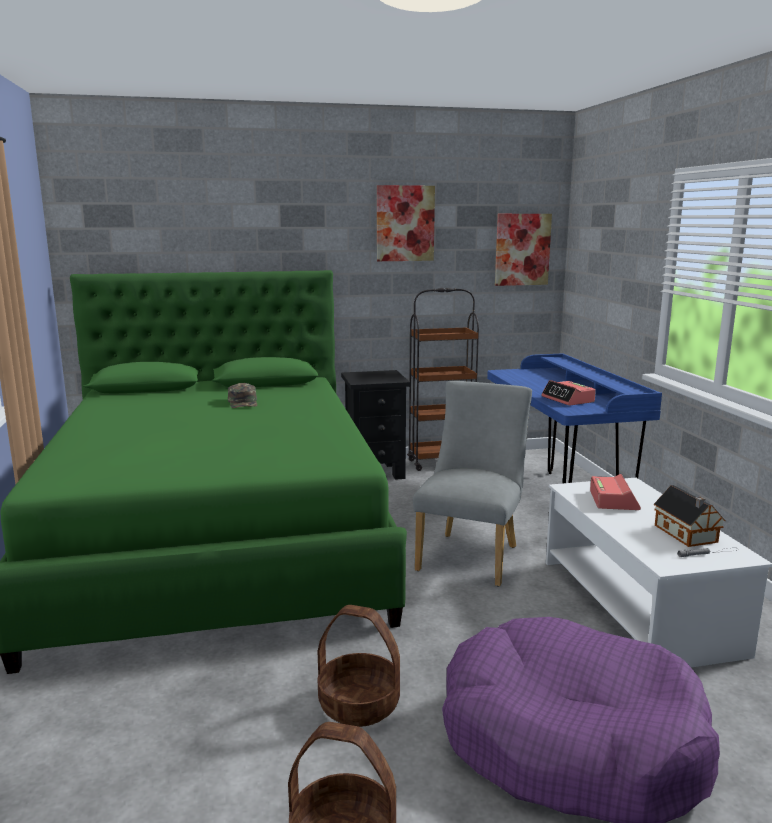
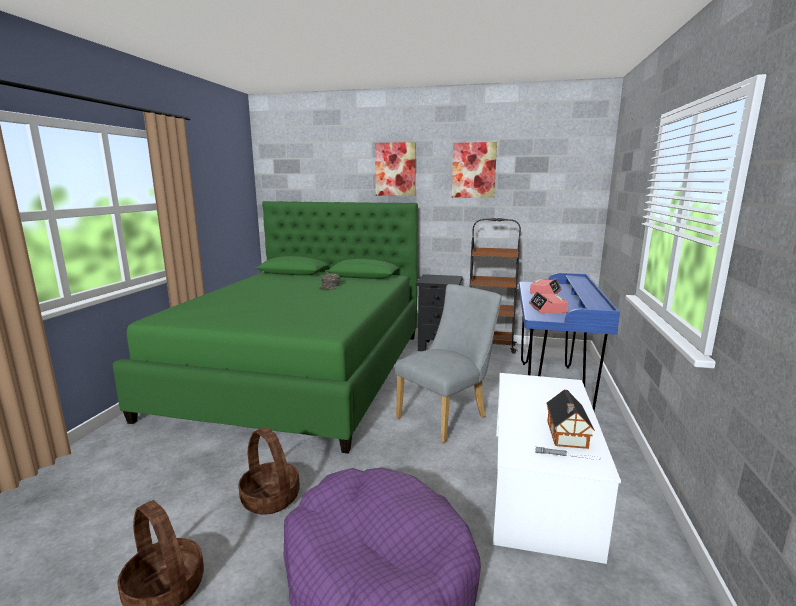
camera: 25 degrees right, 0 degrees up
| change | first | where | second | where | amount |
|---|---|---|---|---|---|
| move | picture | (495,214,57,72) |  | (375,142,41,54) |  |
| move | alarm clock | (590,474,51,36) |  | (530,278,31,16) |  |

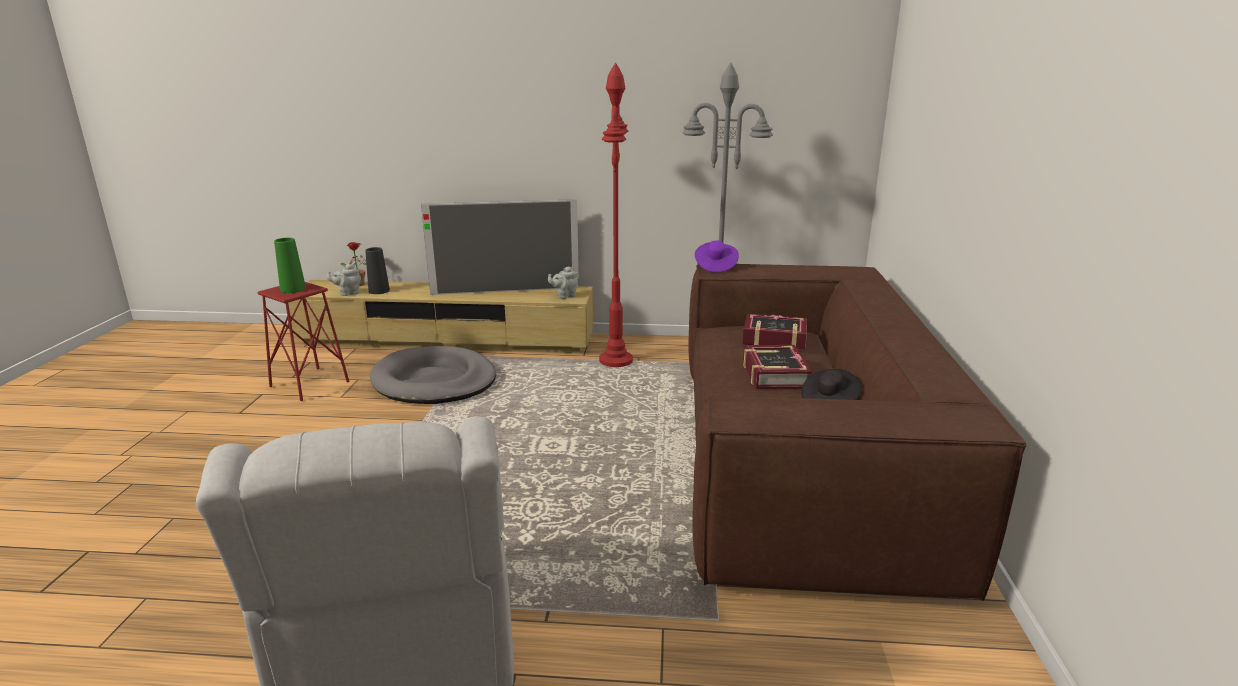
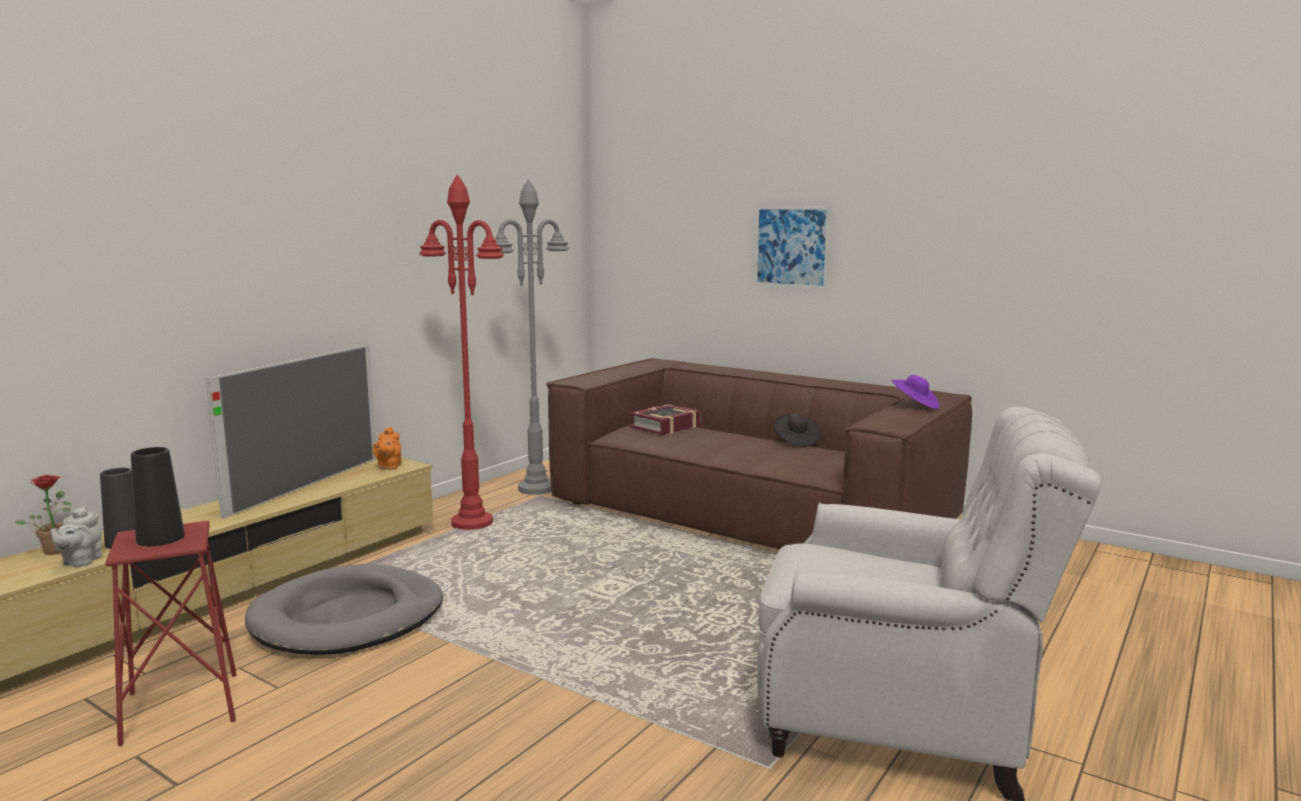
camera: 60 degrees left, 10 degrees down
| change | first | where | second | where | amount |
|---|---|---|---|---|---|
| recolor | vase in green | (274,238,32,55) | vase in black | (131,447,54,99) |  |
| move | hat in purple | (695,240,44,32) |  | (891,375,48,34) |  |
| recolor | teapot in grey | (548,266,30,33) | teapot in orange | (372,427,29,43) |  |
| delete | book | (743,345,69,44) |  |  |  |
| insert |  |  | picture | (755,207,75,82) |  |

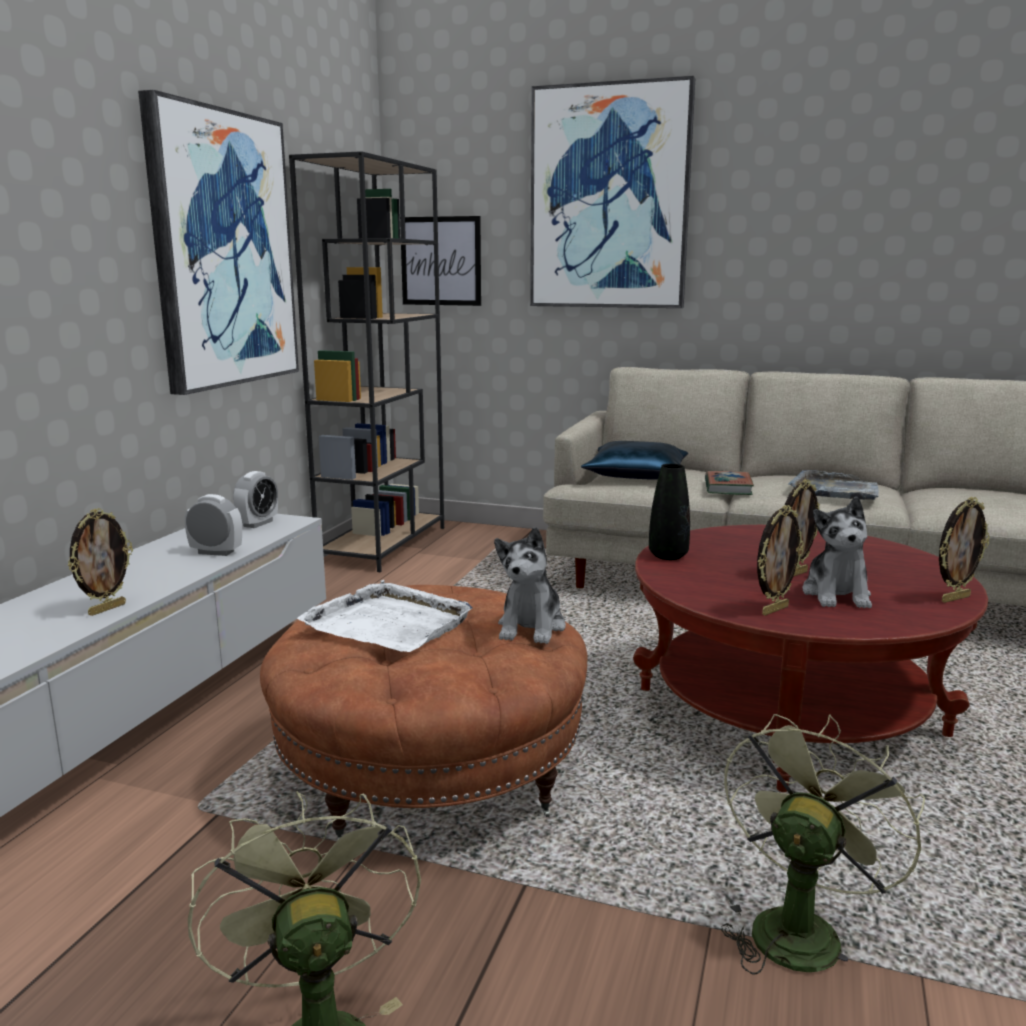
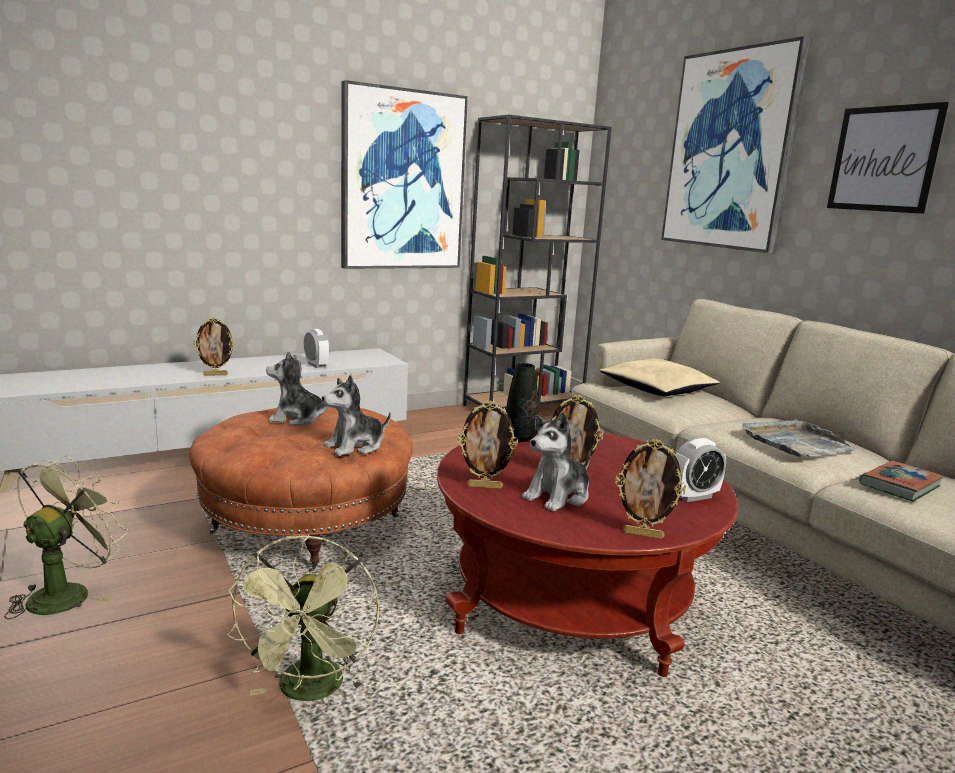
camera: 40 degrees right, 0 degrees up
| change | first | where | second | where | amount |
|---|---|---|---|---|---|
| move | picture | (400,216,81,90) |  | (827,102,122,112) |  |
| recolor | pillow in blue | (581,441,107,39) | pillow in beige | (600,358,120,38) |  |
| move | alarm clock | (233,471,45,57) |  | (675,438,51,64) |  |
| move | book | (705,471,49,24) |  | (859,461,85,40) |  |
| replace | tray in white | (297,580,176,72) | plush toy | (266,351,63,75) |  |
| rotate | fan in green | (721,714,204,261) |  | (226,535,153,166) | 105 degrees clockwise |

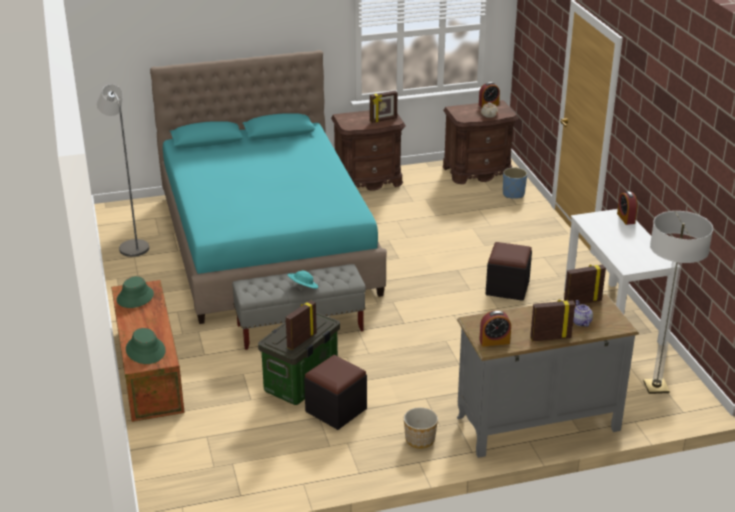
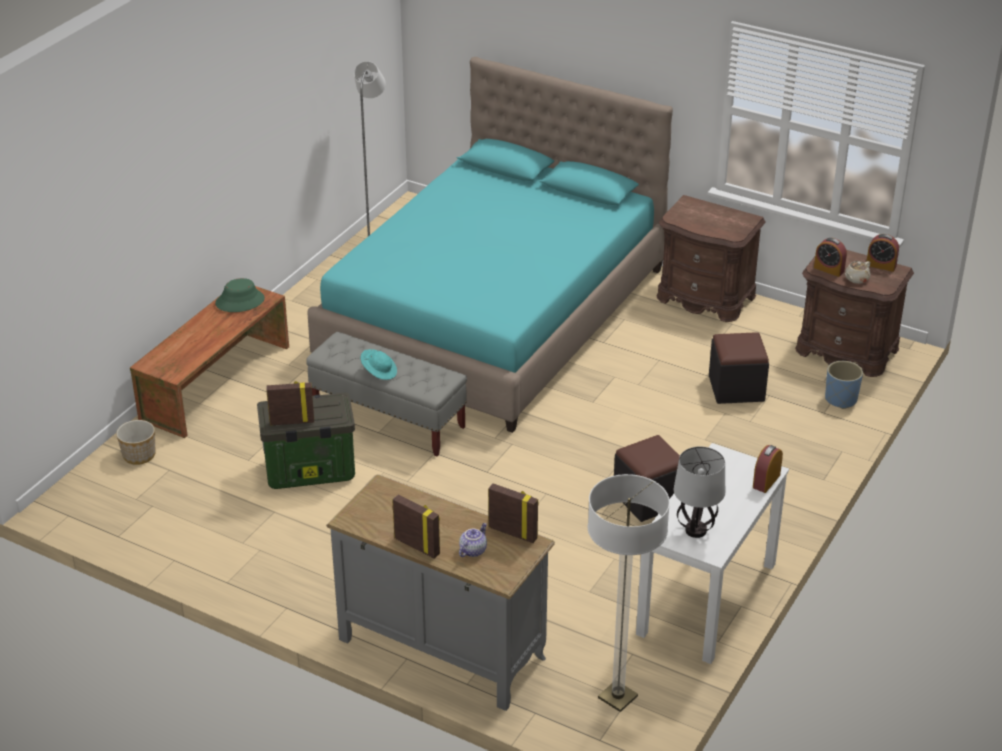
camera: 45 degrees right, 5 degrees up
| change | first | where | second | where | amount |
|---|---|---|---|---|---|
| delete | picture frame | (370,91,27,32) |  |  |  |
| move | alarm clock | (479,310,32,37) |  | (814,238,33,39) |  |
| delete | hat in green | (126,328,40,36) |  |  |  |
| move | ottoman in black | (304,355,63,75) |  | (709,332,60,72) |  |
| move | planter | (404,407,34,42) |  | (116,420,40,45) |  |
| insert |  |  | table lamp | (674,446,51,92) |  |

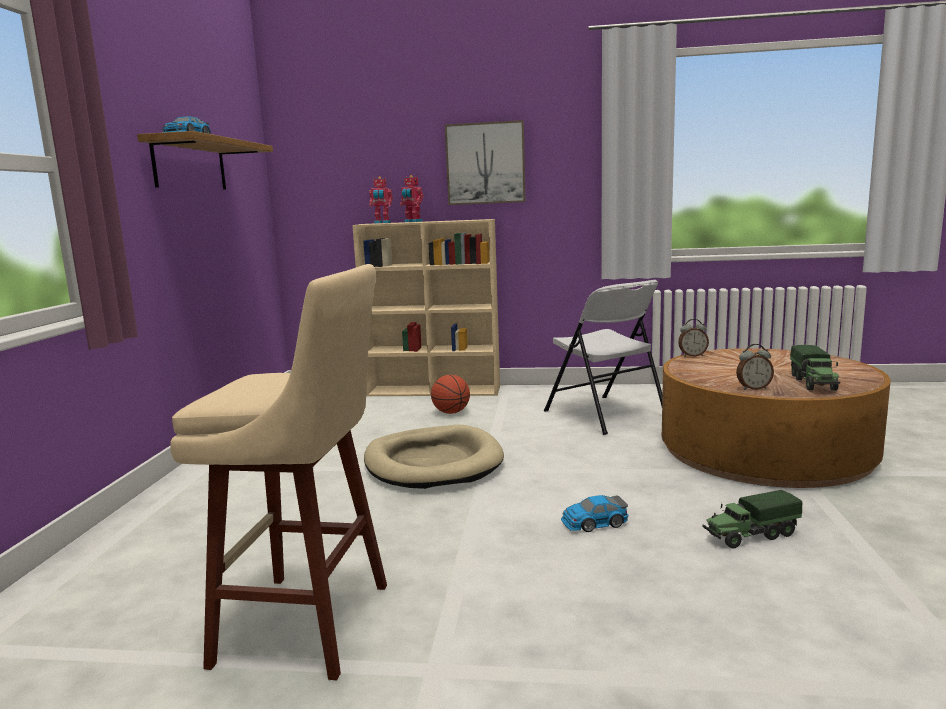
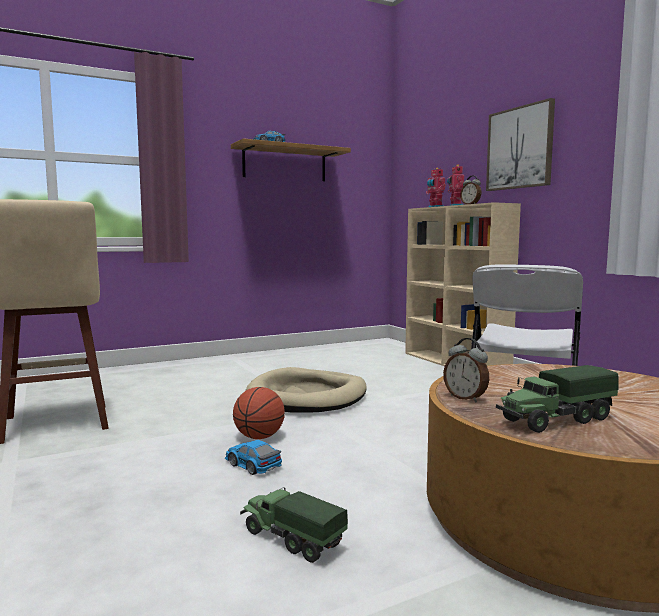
camera: 55 degrees right, 5 degrees down
| change | first | where | second | where | amount |
|---|---|---|---|---|---|
| move | alarm clock | (678,319,31,38) |  | (460,175,21,30) |  |
| move | basketball | (431,375,39,39) |  | (233,387,52,52) |  |

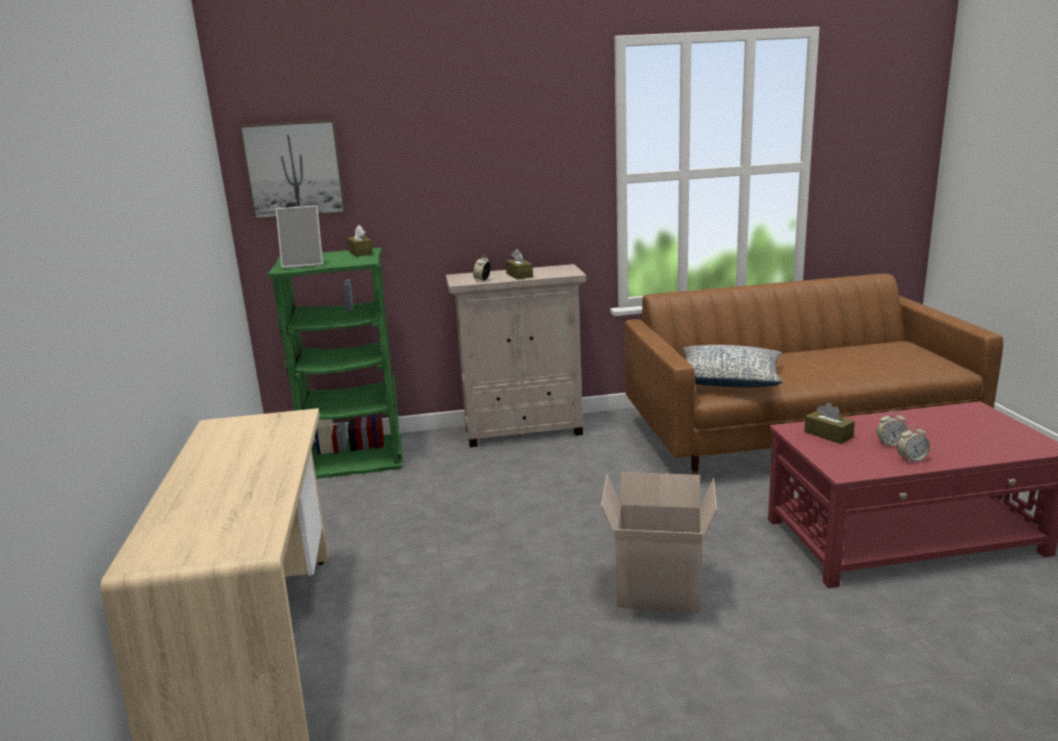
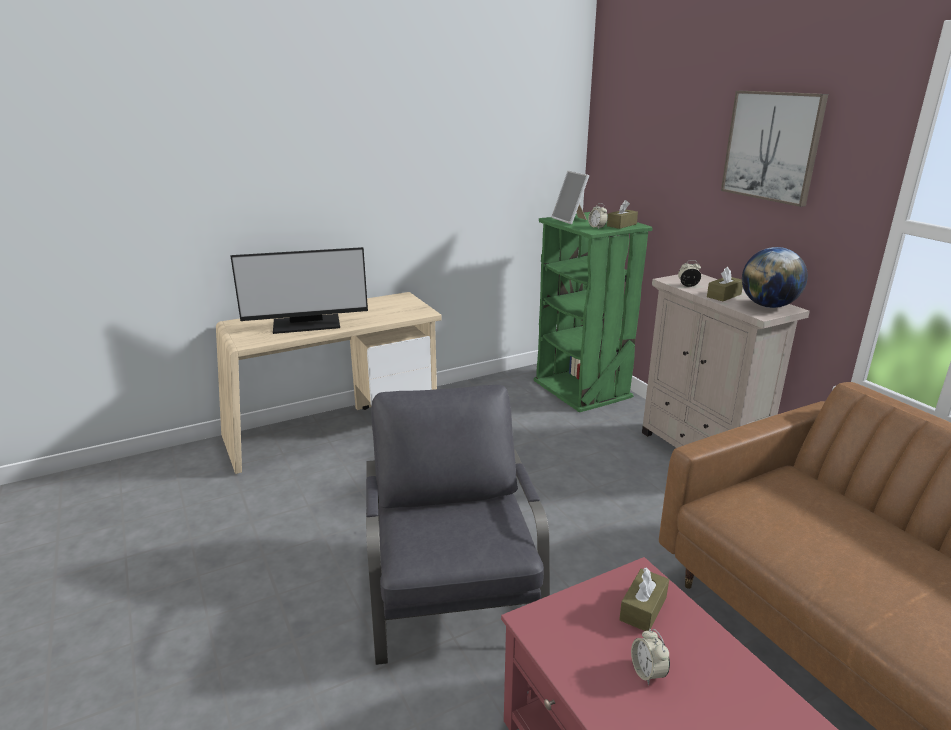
camera: 70 degrees right, 5 degrees up
| change | first | where | second | where | amount |
|---|---|---|---|---|---|
| move | picture | (238,120,108,100) |  | (721,91,107,116) |  |
| delete | pillow | (683,345,100,42) |  |  |  |
| move | alarm clock | (897,424,33,39) |  | (588,203,20,26) |  |
| replace | cardboard box | (601,472,116,141) | armchair in grey | (366,384,184,281) |  |
| insert |  |  | monitor | (231,247,137,87) |  |
| insert |  |  | globe | (742,247,66,61) |  |

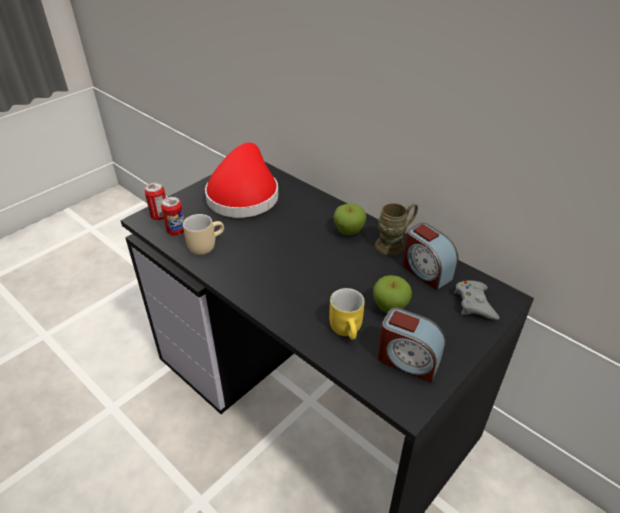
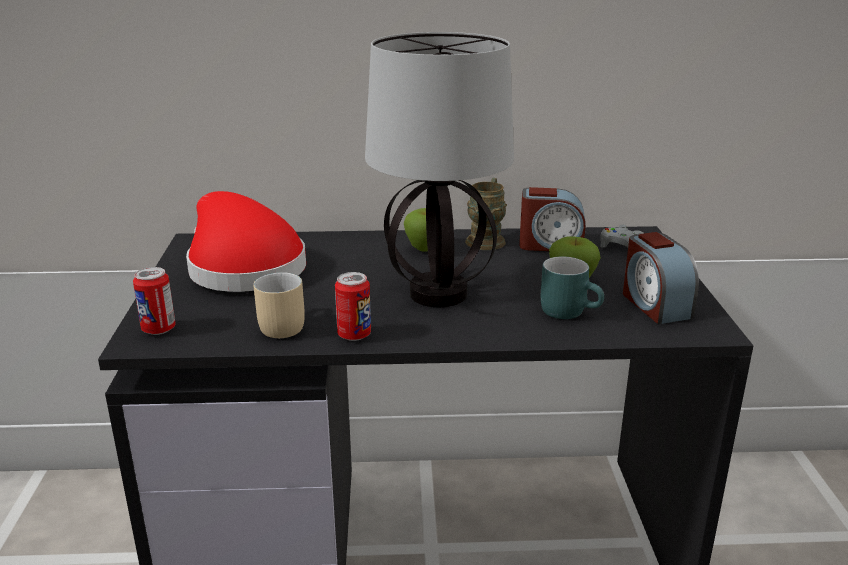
camera: 45 degrees left, 15 degrees down
| change | first | where | second | where | amount |
|---|---|---|---|---|---|
| move | can | (161,197,23,38) |  | (335,272,36,69) |  |
| recolor | mug in yellow | (329,288,36,52) | mug in turquoise | (541,256,63,63) |  |
| rotate | alarm clock | (378,307,67,75) |  | (623,232,76,92) | 90 degrees clockwise |
| insert |  |  | table lamp | (365,32,149,275) |  |

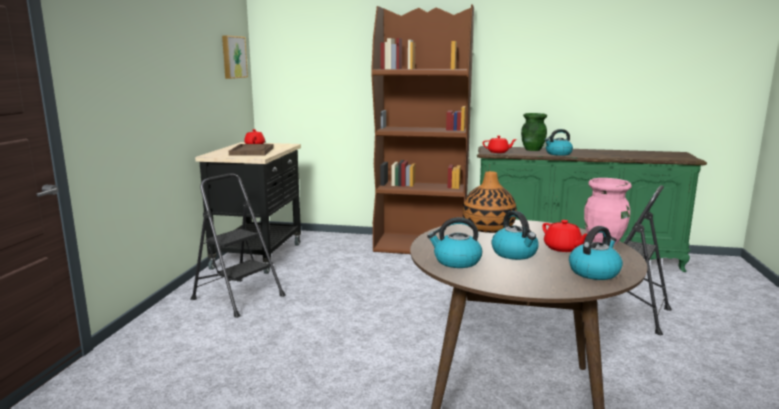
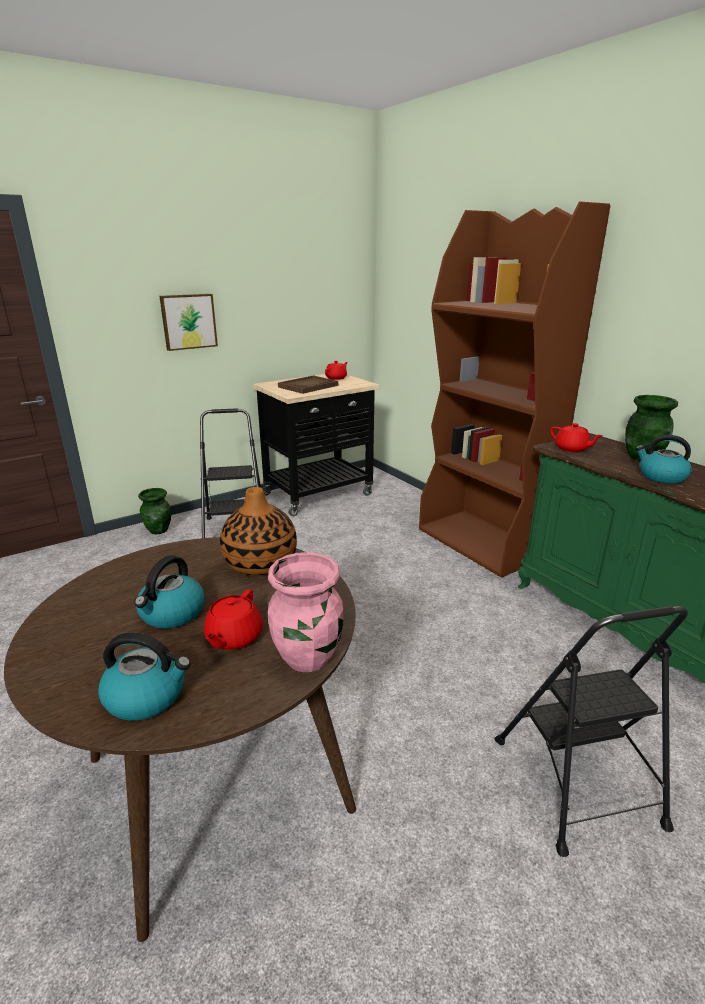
camera: 45 degrees right, 10 degrees up
| change | first | where | second | where | amount |
|---|---|---|---|---|---|
| move | picture | (222,35,26,44) |  | (159,294,59,57) |  |
| delete | kettle | (427,217,55,51) |  |  |  |
| insert |  |  | vase in green | (138,488,33,46) |  |

